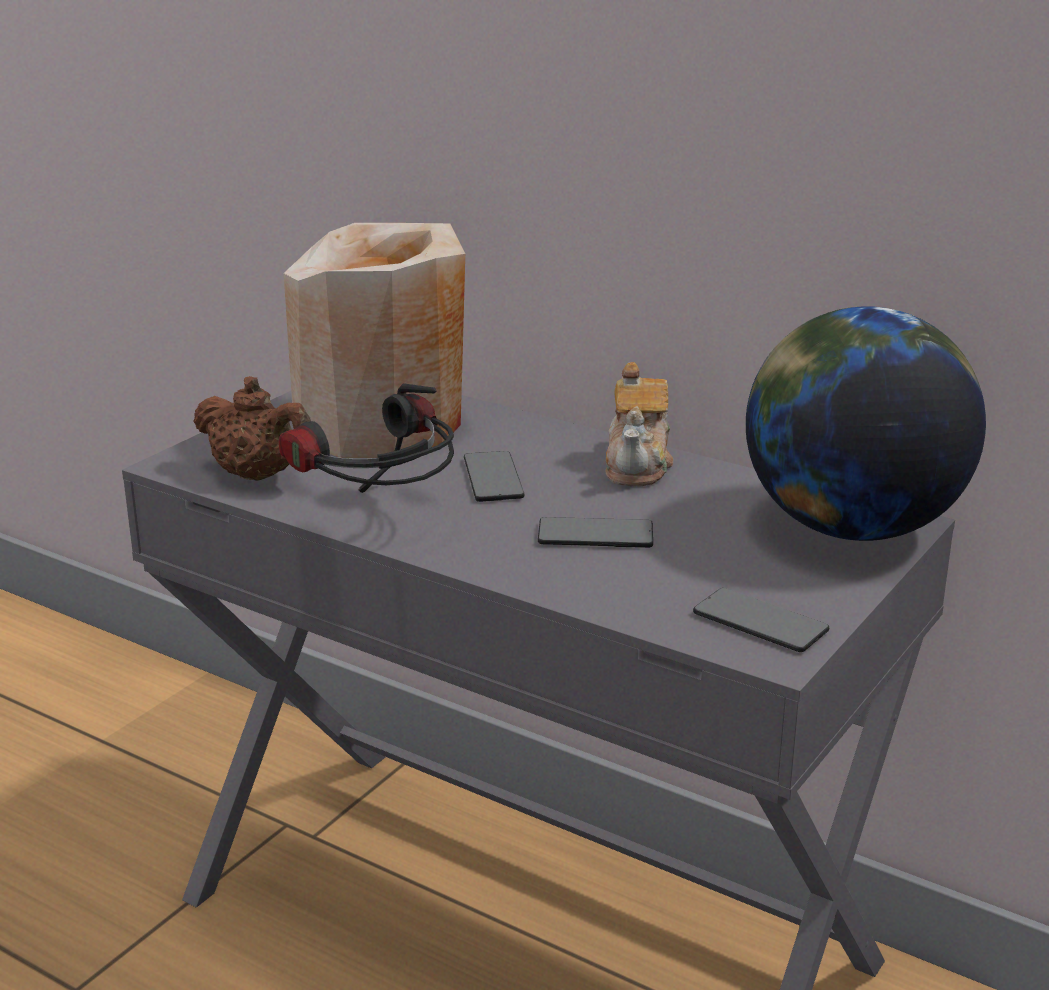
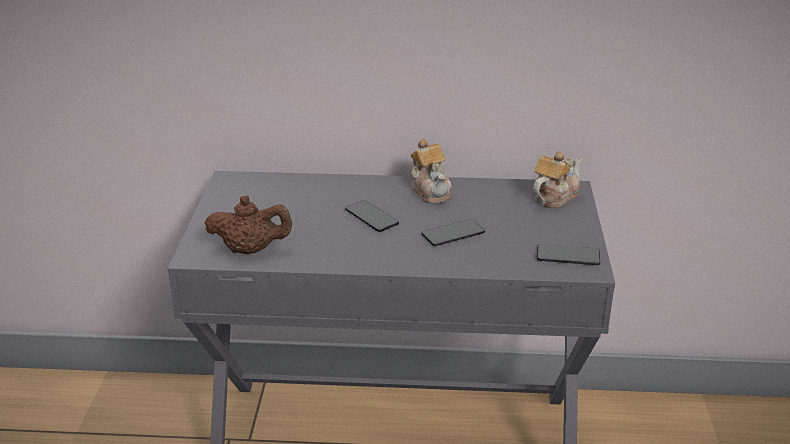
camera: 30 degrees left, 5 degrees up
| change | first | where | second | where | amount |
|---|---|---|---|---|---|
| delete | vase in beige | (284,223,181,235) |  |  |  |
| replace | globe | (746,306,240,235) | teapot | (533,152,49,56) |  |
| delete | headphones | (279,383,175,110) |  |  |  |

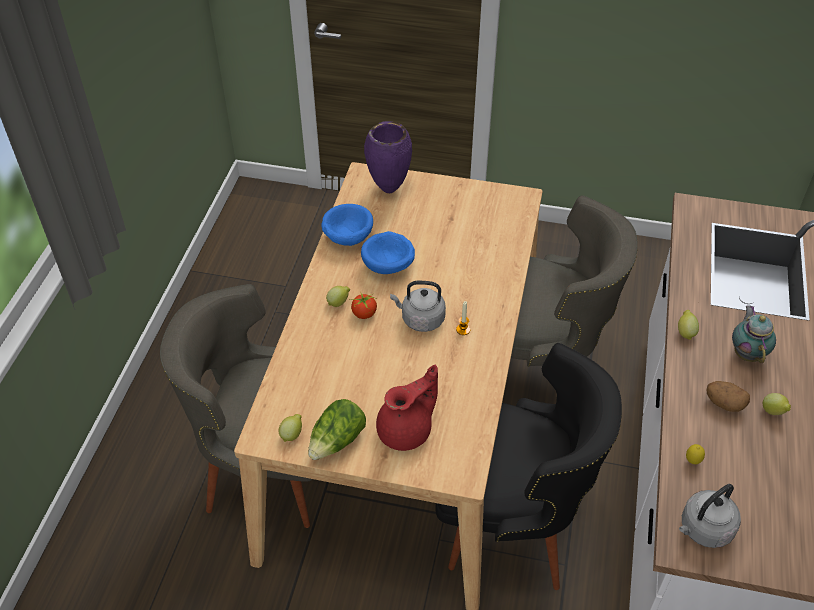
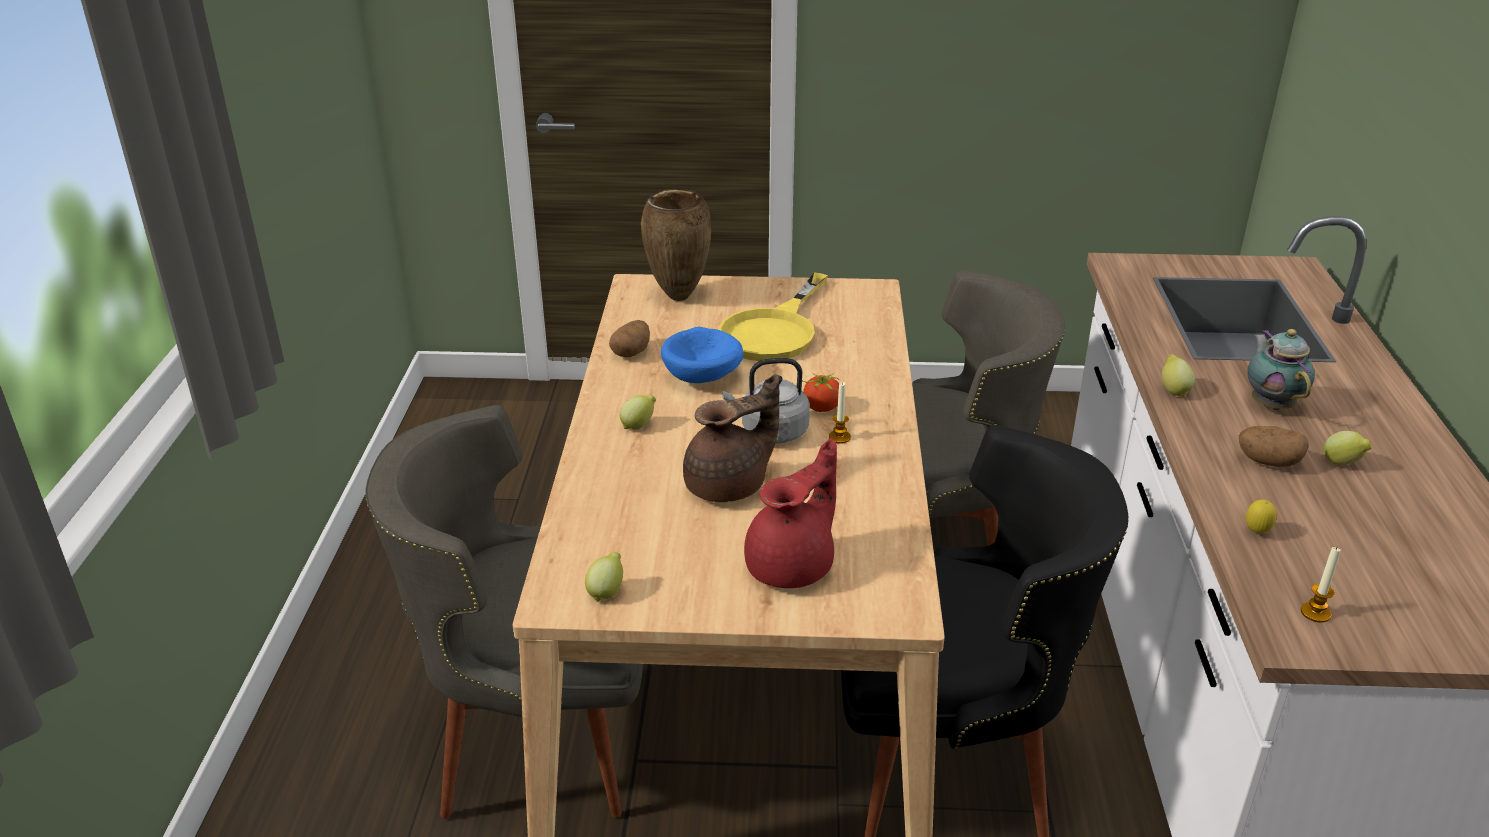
camera: 10 degrees left, 15 degrees down
| change | first | where | second | where | amount |
|---|---|---|---|---|---|
| recolor | vase in purple | (364,121,48,72) | vase in brown | (641,189,71,112) |  |
| replace | bowl in blue | (321,204,52,42) | potato | (609,320,41,37) |  |
| move | tomato | (349,292,28,27) |  | (802,373,39,39) |  |
| delete | lettuce | (308,399,58,61) |  |  |  |
| replace | kettle in grey | (679,484,62,64) | candle | (1301,547,40,76) |  |
| insert |  |  | frying pan in yellow | (718,273,110,88) |  |
| insert |  |  | teapot in brown | (683,374,96,128) |  |

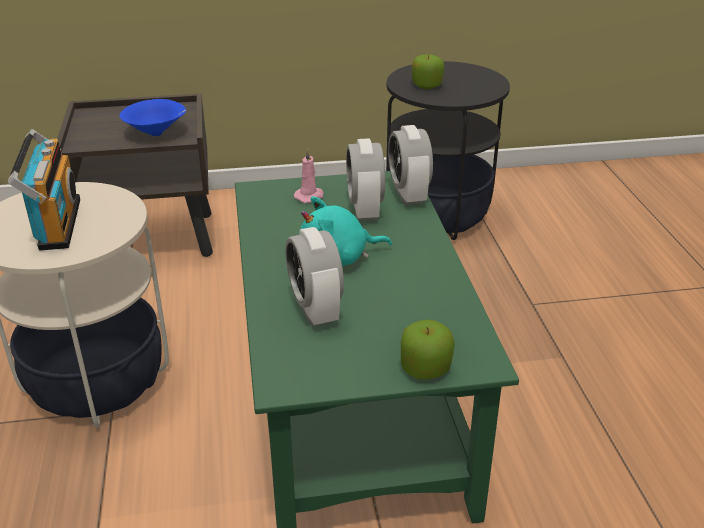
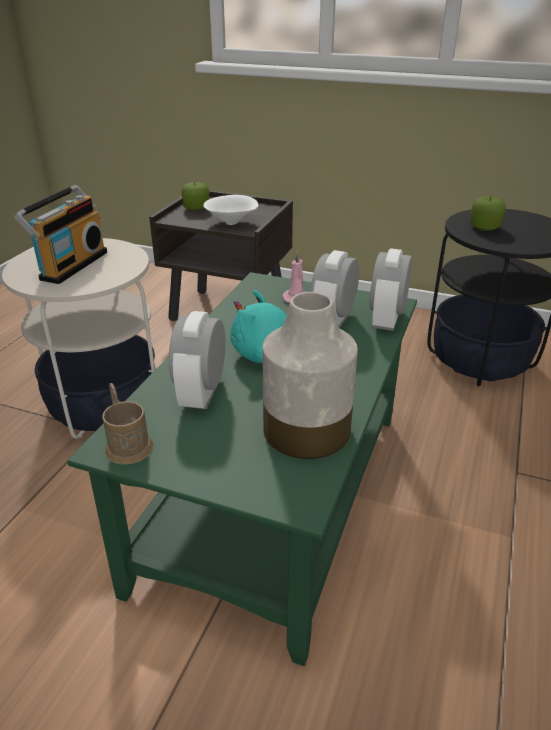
camera: 30 degrees right, 0 degrees up
| change | first | where | second | where | amount |
|---|---|---|---|---|---|
| recolor | bowl in blue | (120,99,66,38) | bowl in white | (203,195,56,30) |  |
| move | apple | (401,320,54,59) |  | (182,182,27,29) |  |
| insert |  |  | vase in beige | (262,292,96,167) |  |
| insert |  |  | mug in brown | (102,383,51,82) |  |

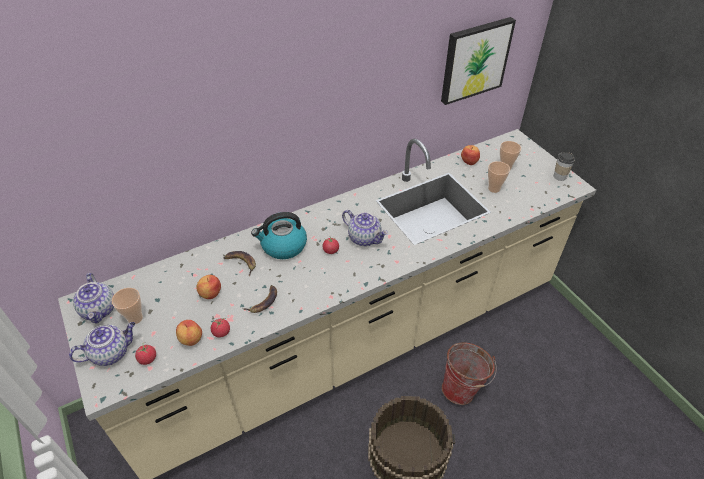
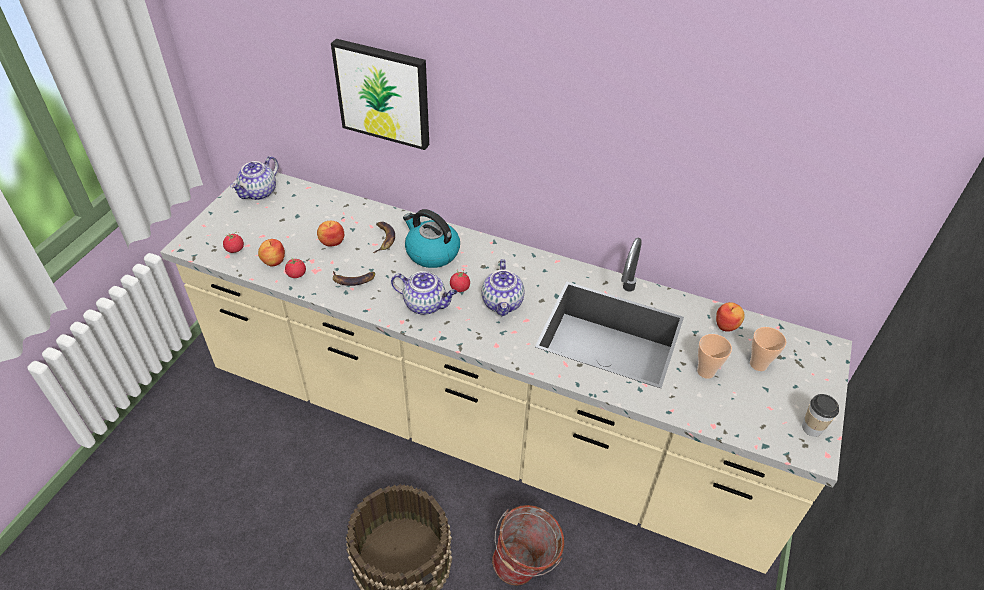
camera: 50 degrees right, 0 degrees up
| change | first | where | second | where | amount |
|---|---|---|---|---|---|
| move | picture | (441,17,75,88) |  | (331,39,98,111) |  |
| delete | cup | (112,288,31,36) |  |  |  |
| move | teapot | (69,322,66,44) |  | (391,271,66,44) |  |

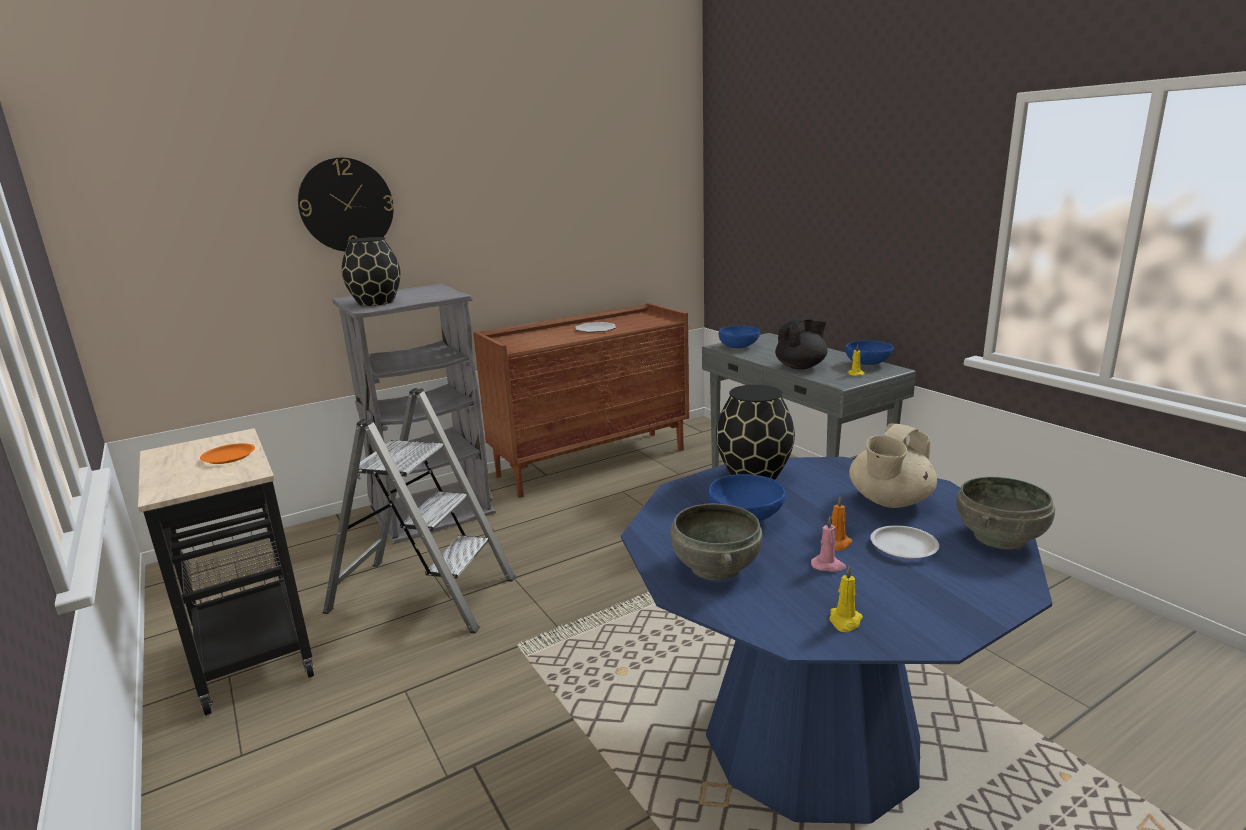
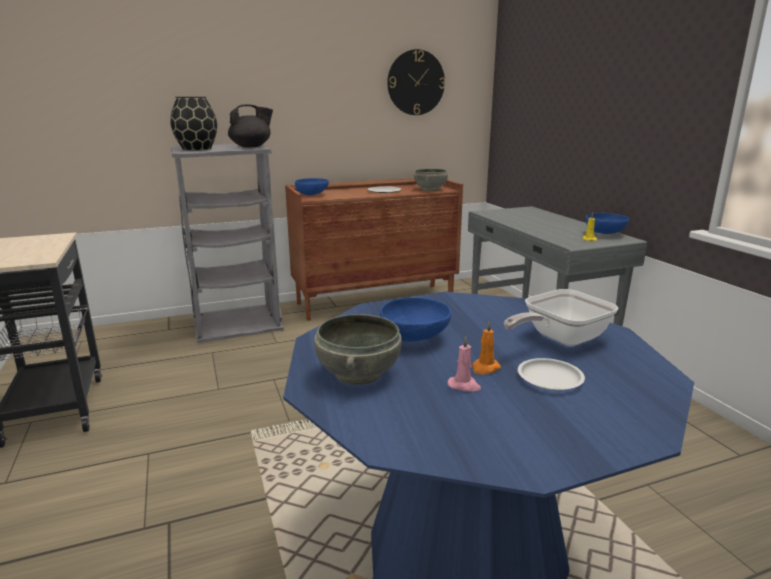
camera: 10 degrees right, 0 degrees up
| change | first | where | second | where | amount |
|---|---|---|---|---|---|
| move | wall clock | (298,158,96,94) |  | (387,49,58,66) |  |
| move | teapot in black | (775,318,53,51) |  | (228,104,45,43) |  |
| move | bowl in blue | (718,325,43,23) |  | (295,178,34,17) |  |
| delete | vase in black | (716,385,79,95) |  |  |  |
| delete | step ladder in grey | (322,388,194,245) |  |  |  |
| replace | teapot in beige | (849,423,88,85) | frying pan | (504,289,114,57) |  |
| delete | plate in orange | (200,443,55,21) |  |  |  |
| move | bowl in grey | (956,477,99,72) |  | (414,169,34,22) |  |
| delete | candle in yellow | (829,566,34,66) |  |  |  |

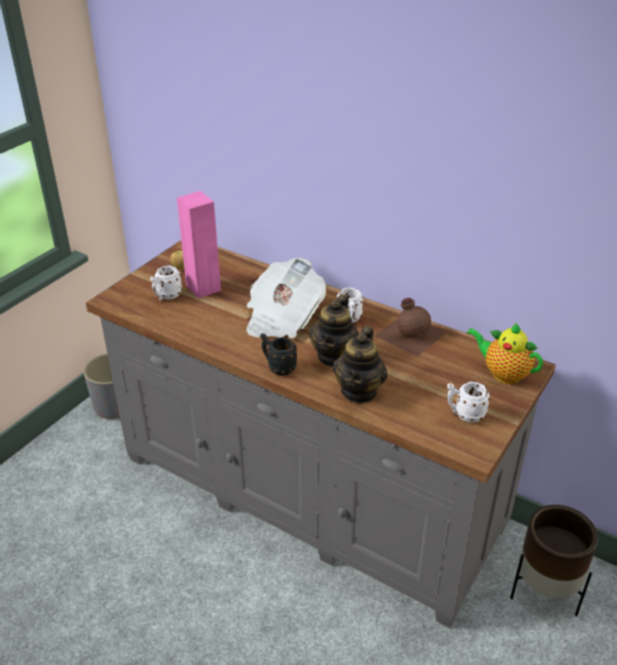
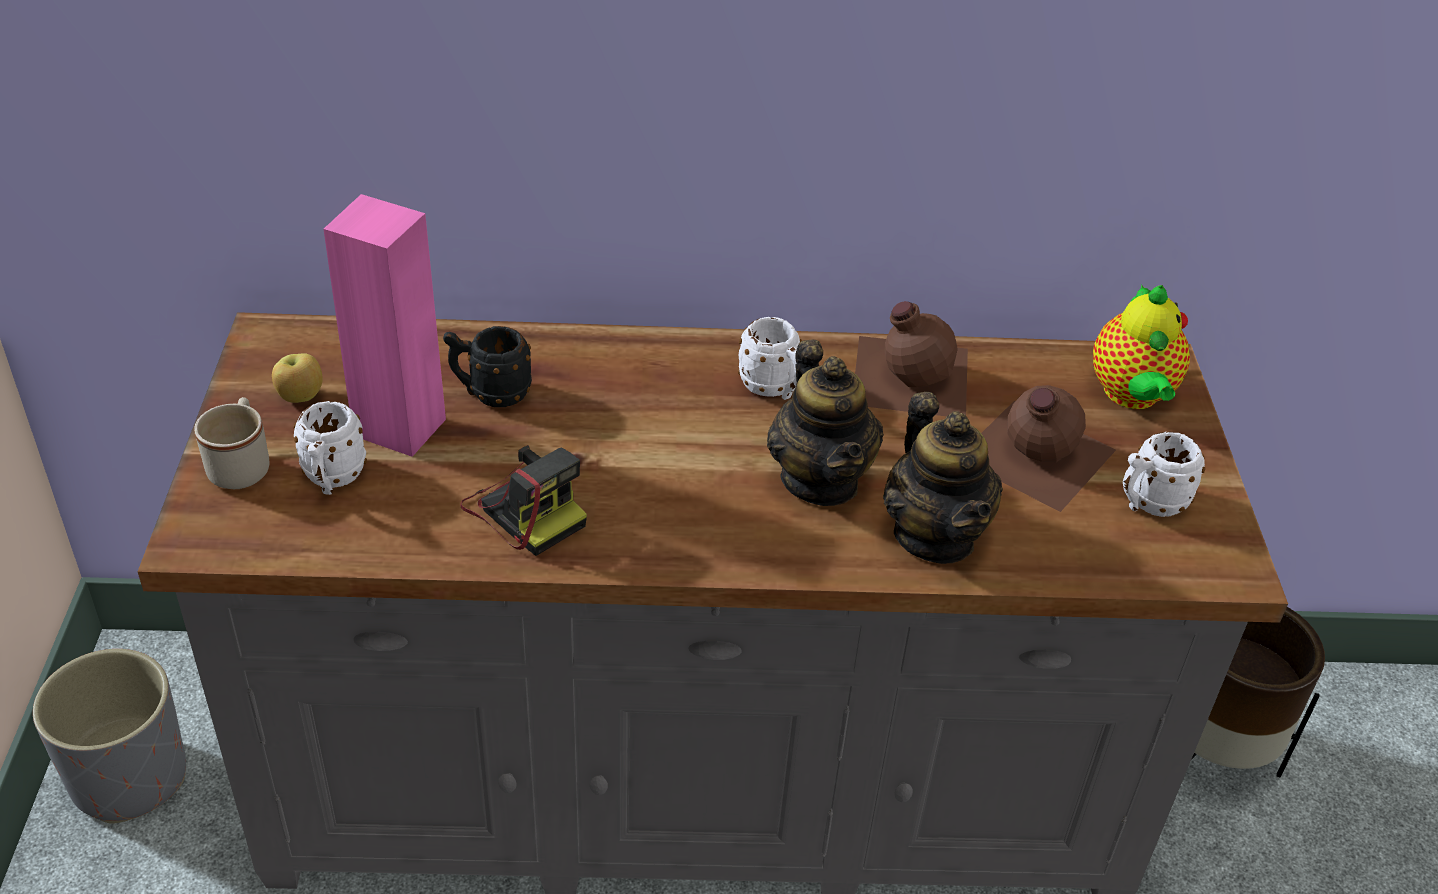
camera: 35 degrees left, 5 degrees up
| change | first | where | second | where | amount |
|---|---|---|---|---|---|
| delete | newspaper | (246,258,80,80) |  |  |  |
| rotate | teapot | (467,322,76,62) |  | (1093,285,97,124) | 90 degrees counterclockwise |
| move | mug in black | (260,333,37,42) |  | (443,326,89,81) |  |
| insert |  |  | bottle in brown | (981,385,135,127) |  |
| insert |  |  | mug in beige | (194,397,75,92) |  |
| insert |  |  | photo camera | (460,445,127,111) |  |

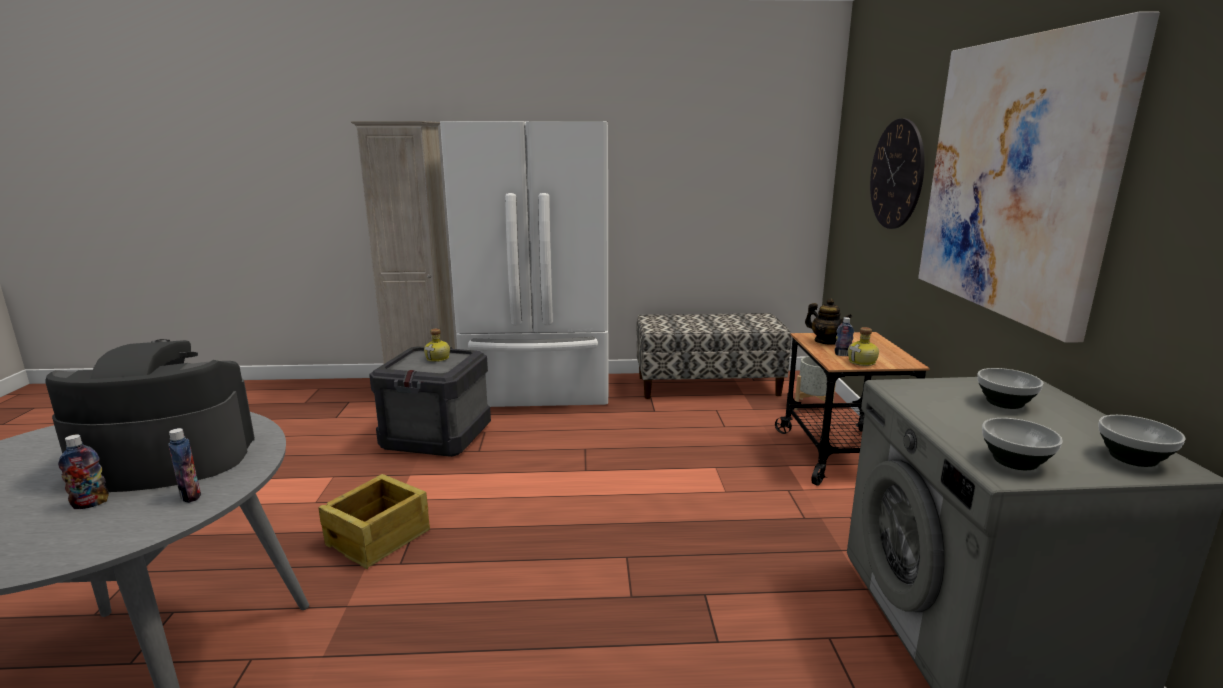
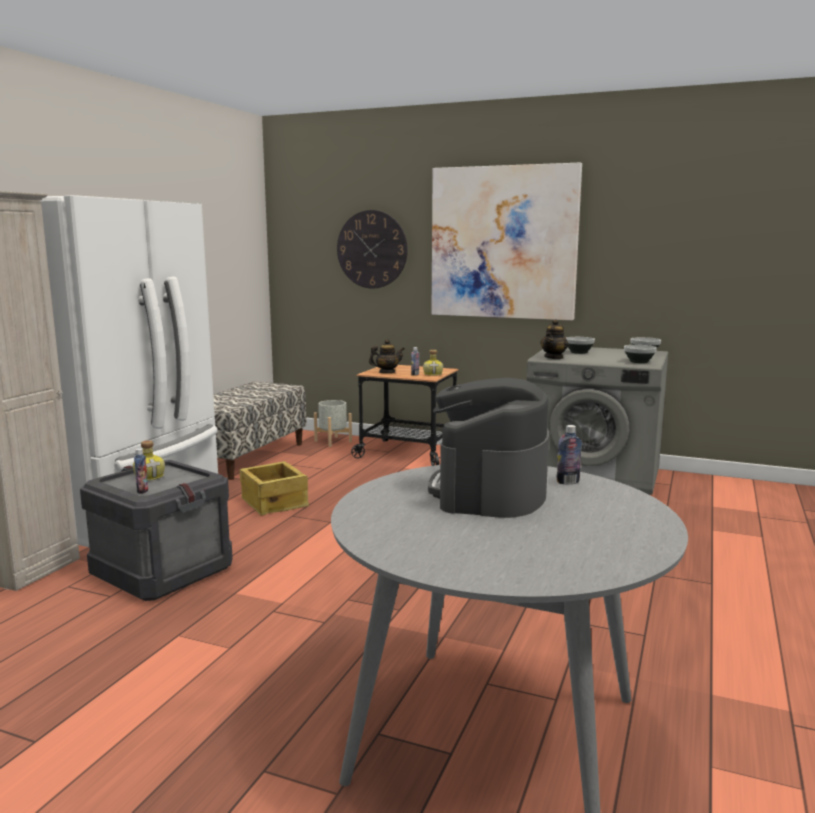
camera: 65 degrees left, 5 degrees down
| change | first | where | second | where | amount |
|---|---|---|---|---|---|
| move | bottle | (58,435,51,74) |  | (134,448,14,46) |  |
| move | crate | (318,474,112,95) |  | (240,461,69,54) |  |
| insert |  |  | teapot | (540,319,29,40) |  |

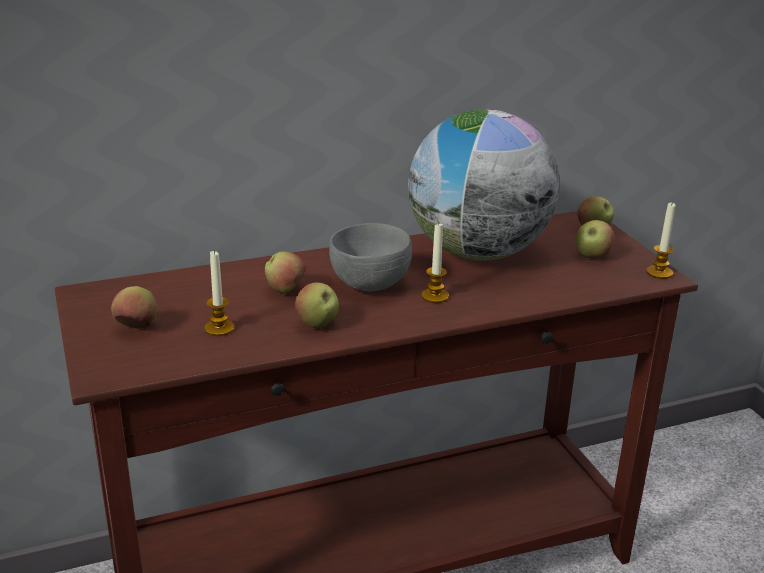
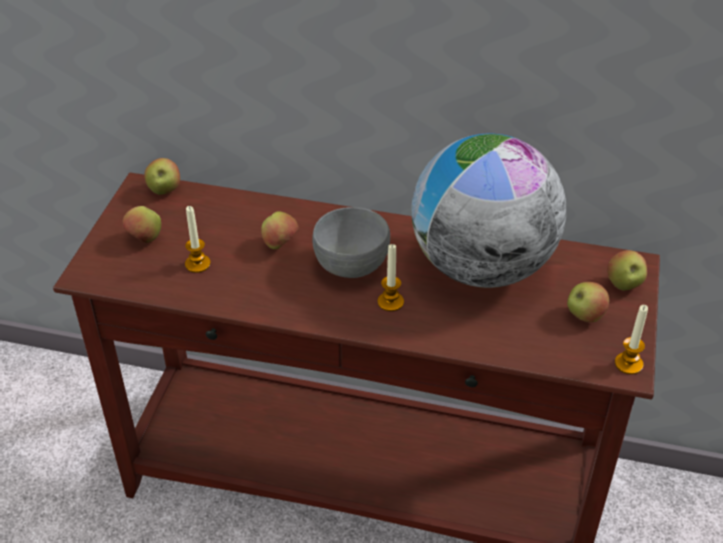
camera: 35 degrees right, 15 degrees up
| change | first | where | second | where | amount |
|---|---|---|---|---|---|
| move | apple | (295,283,44,46) |  | (144,158,36,37) |  |

